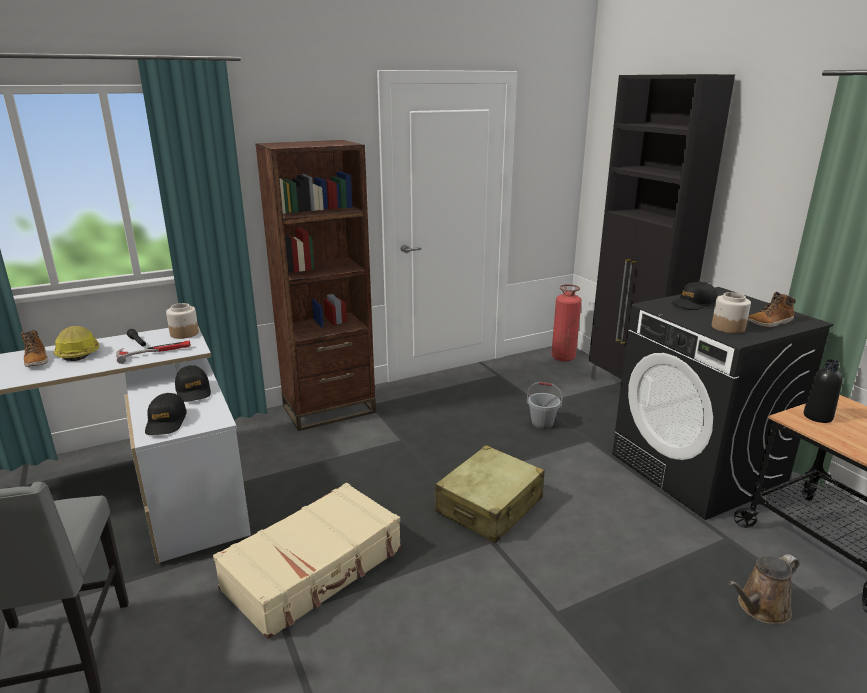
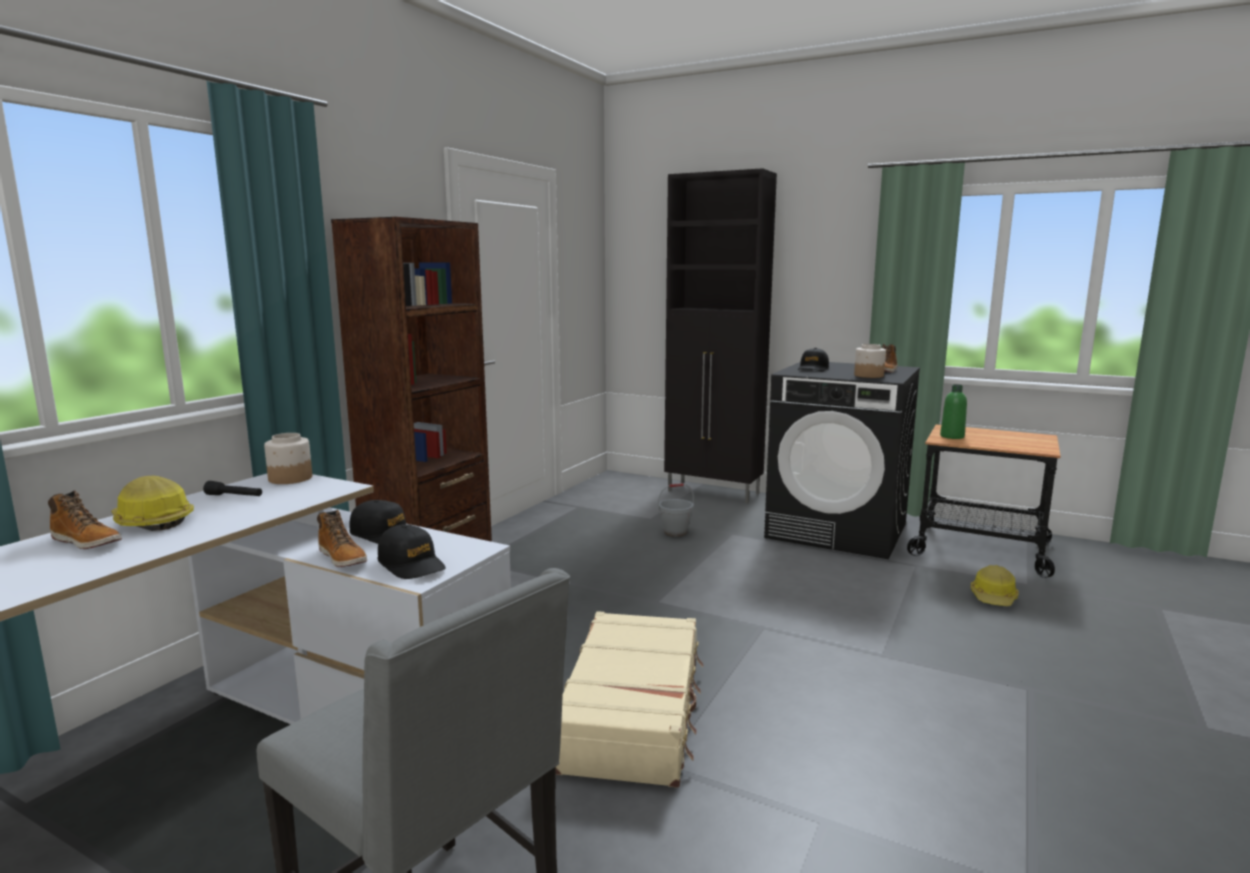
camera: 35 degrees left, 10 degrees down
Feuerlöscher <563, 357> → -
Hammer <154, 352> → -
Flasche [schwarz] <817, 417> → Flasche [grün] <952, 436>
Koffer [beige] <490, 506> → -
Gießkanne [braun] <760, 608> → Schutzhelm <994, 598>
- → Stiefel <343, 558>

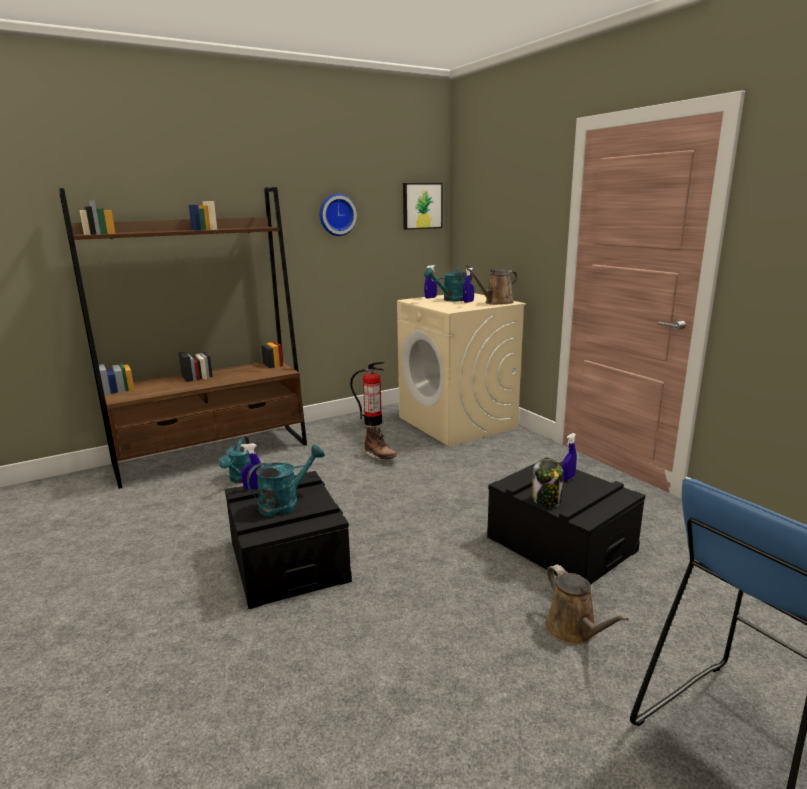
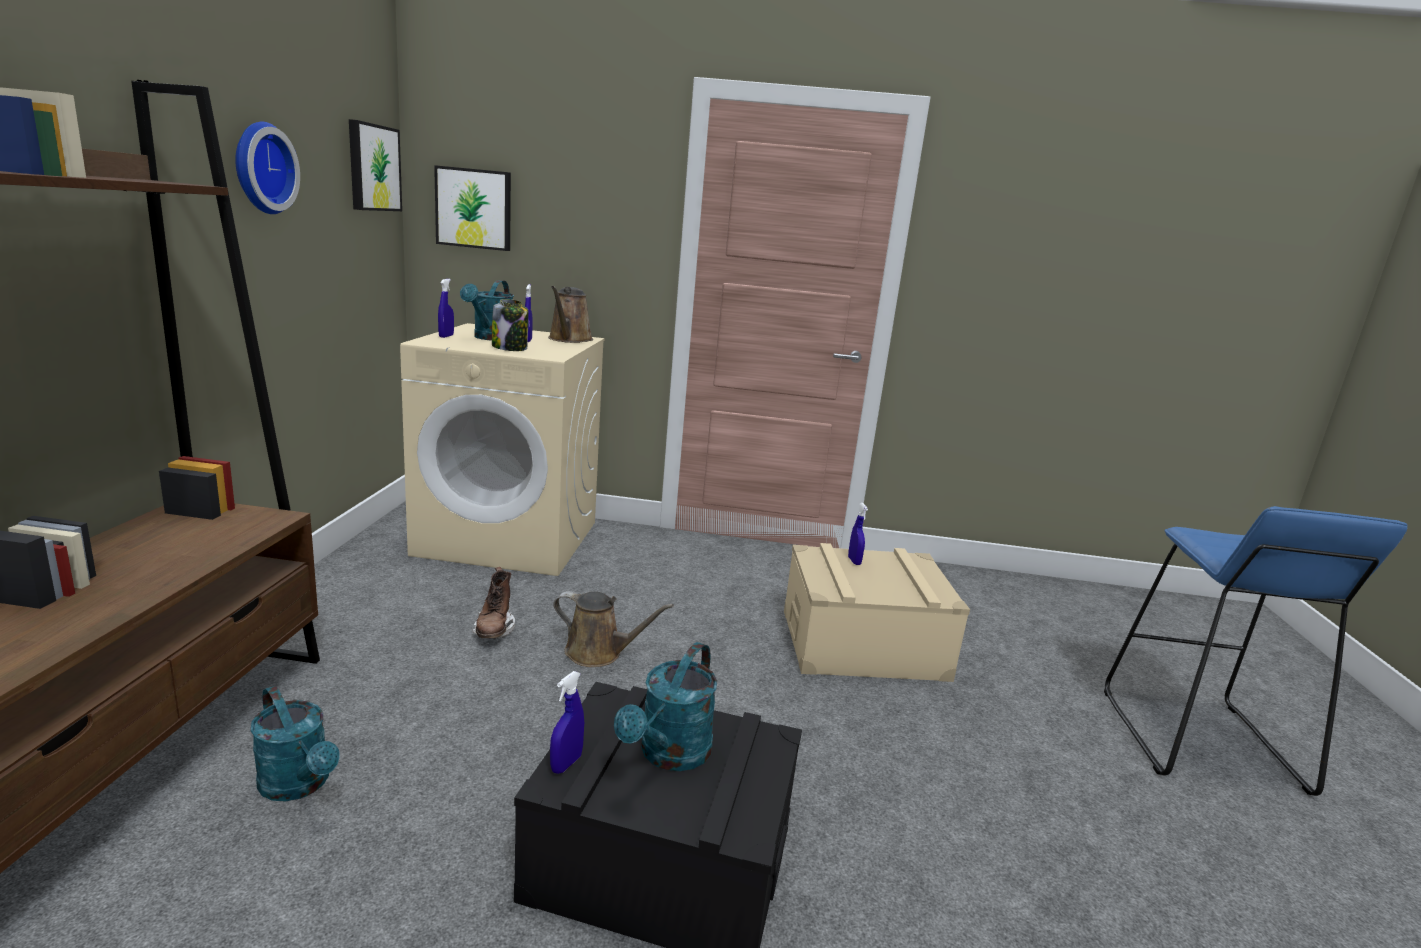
camera: 55 degrees left, 0 degrees up
Feuerlöscher <373, 422> → -
Stiefel [braun] <380, 457> → Stiefel [braun] <494, 630>, 90 degrees clockwise
Gießkanne [türkis] <285, 503> → Gießkanne [türkis] <669, 755>, 150 degrees counterclockwise
Aufbewahrungsbox [schwarz] <560, 544> → Aufbewahrungsbox [beige] <863, 644>
Vorratsglas <547, 500> → Vorratsglas <510, 348>, shifted
Gießkanne [braun] <574, 630> → Gießkanne [braun] <599, 653>, shifted
- → Bild <474, 208>

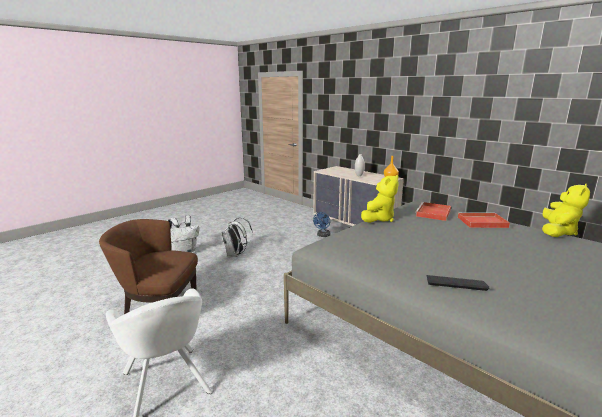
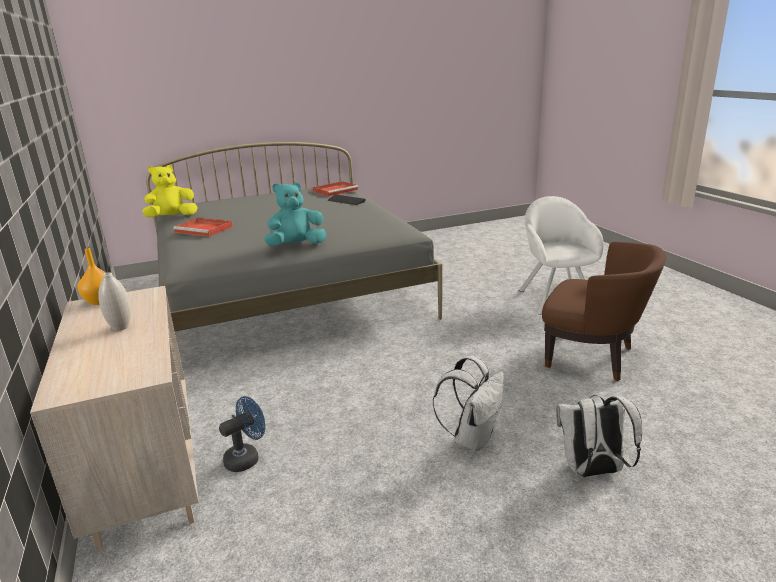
camera: 155 degrees left, 5 degrees up
Plüschtier [gelb] <379, 219> → Plüschtier [türkis] <296, 245>
Tablett [rot] <433, 213> → Tablett [rot] <336, 190>, shifted

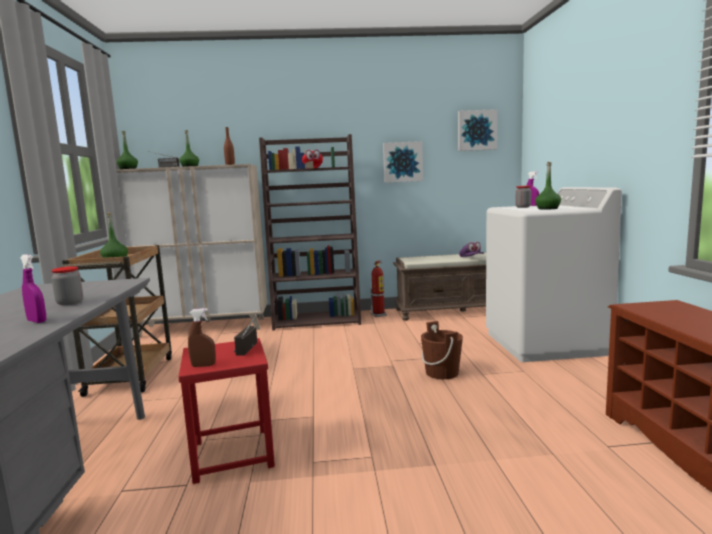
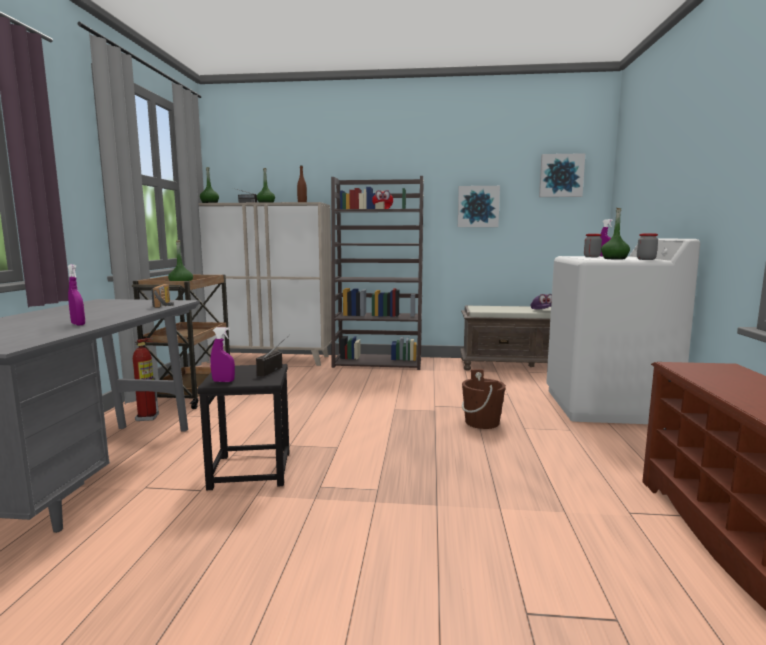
camera: 10 degrees right, 0 degrees up
Feuerlöscher <379, 315> → Feuerlöscher <148, 417>, shifted
Vorratsglas <70, 303> → Vorratsglas <646, 259>, shifted
Sprühflasche [braun] <203, 365> → Sprühflasche [lila] <223, 381>
Hocker [rot] <233, 454> → Hocker [schwarz] <251, 470>
- → Radio <166, 304>

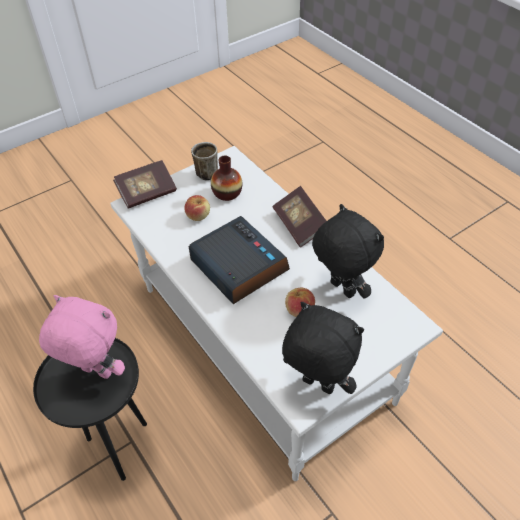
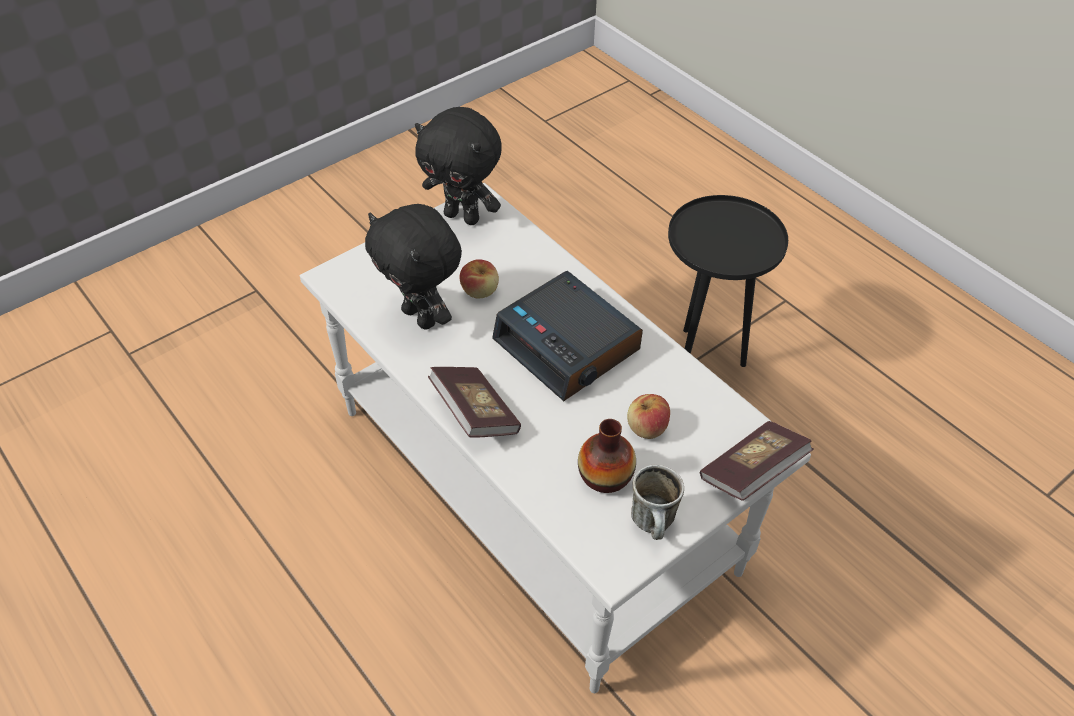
camera: 175 degrees right, 0 degrees up
Plüschtier [rosa] <95, 373> → -

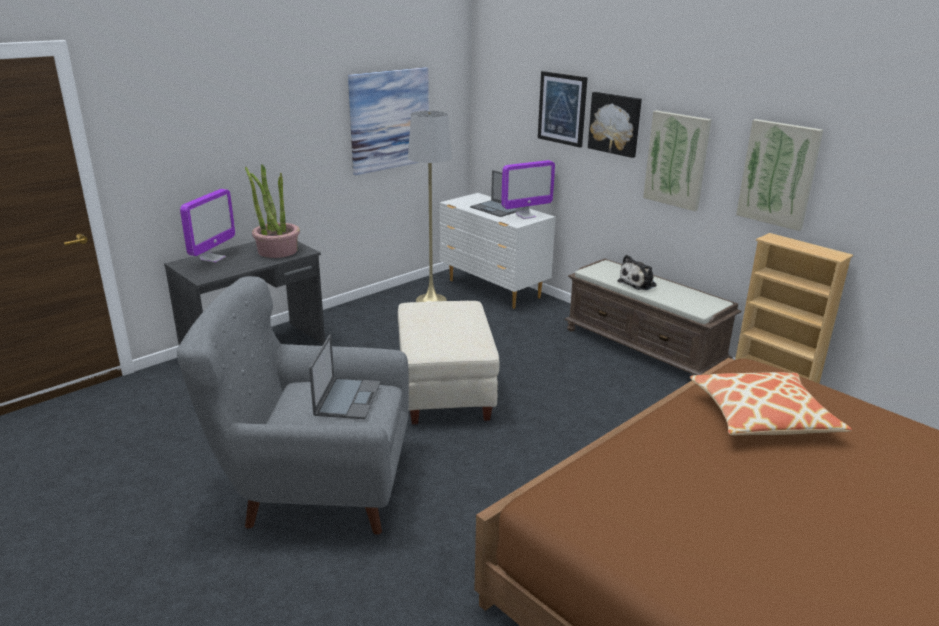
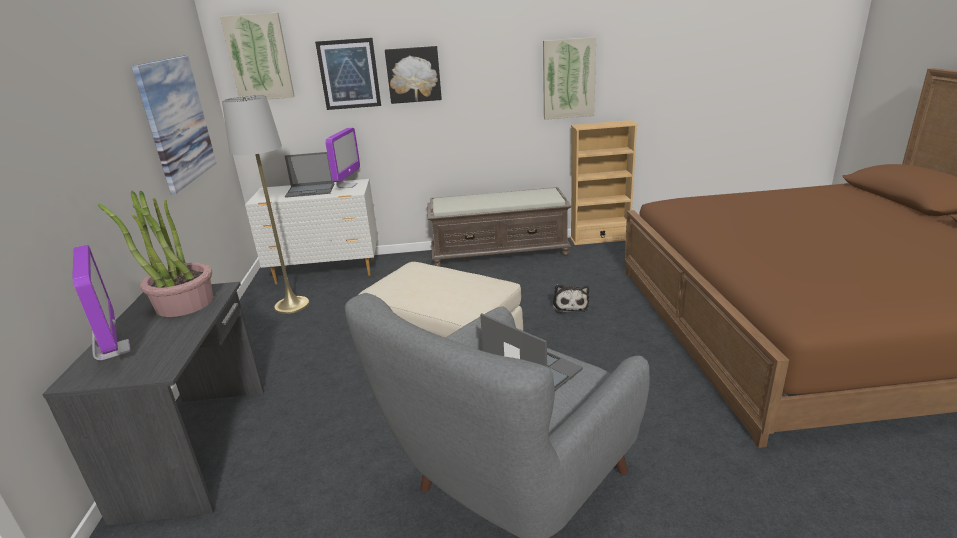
camera: 50 degrees left, 0 degrees up
Bild <677, 160> → Bild <259, 57>, shifted
Plüschtier <639, 283> → Plüschtier <570, 305>, shifted
Kissen <762, 416> → -

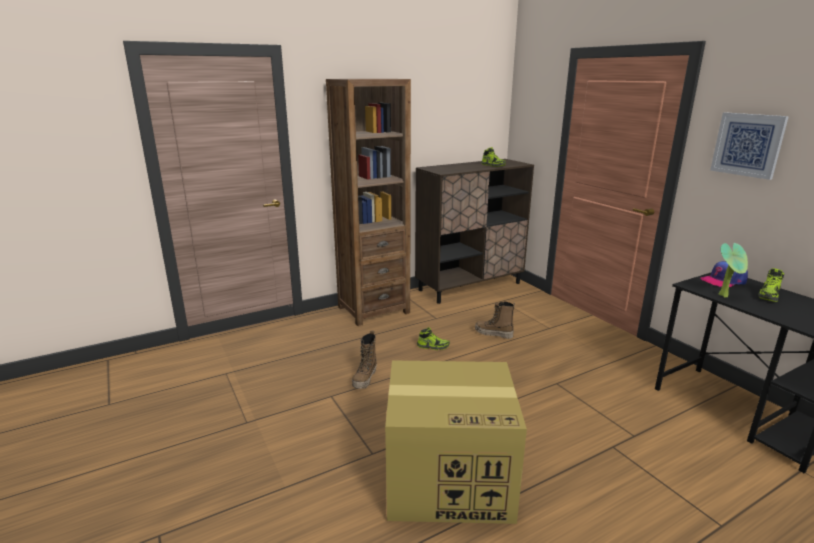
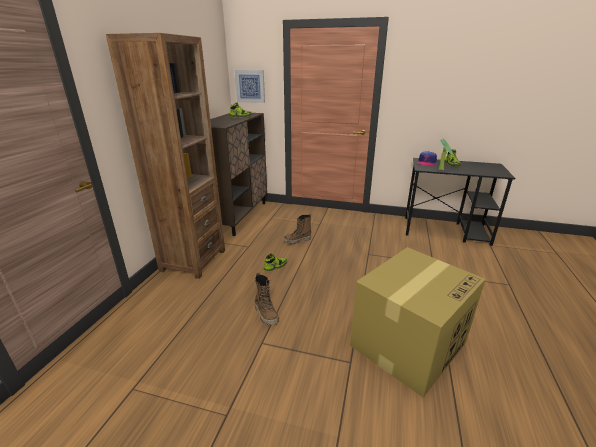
camera: 45 degrees left, 5 degrees up
Bild <748, 145> → Bild <250, 86>, shifted

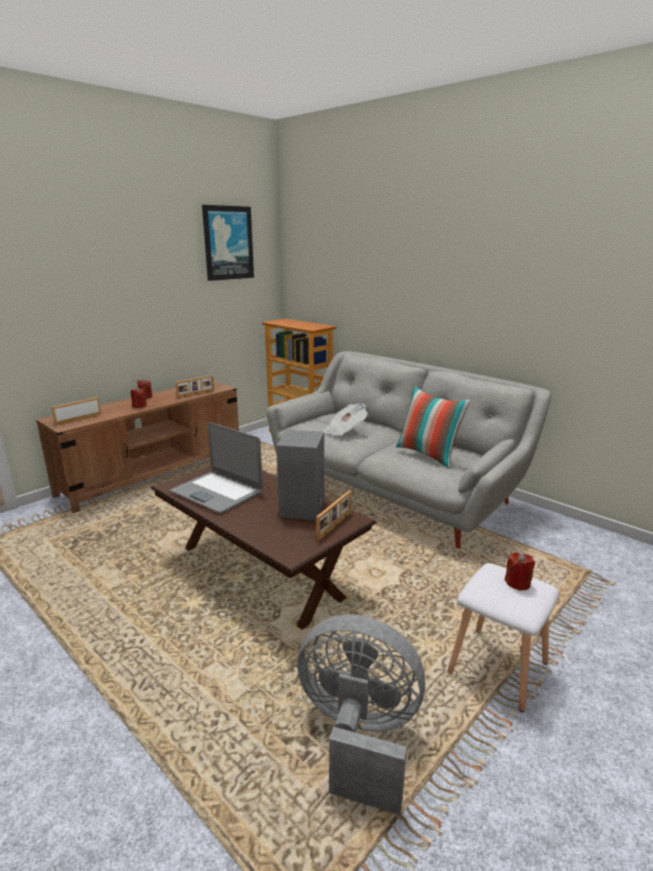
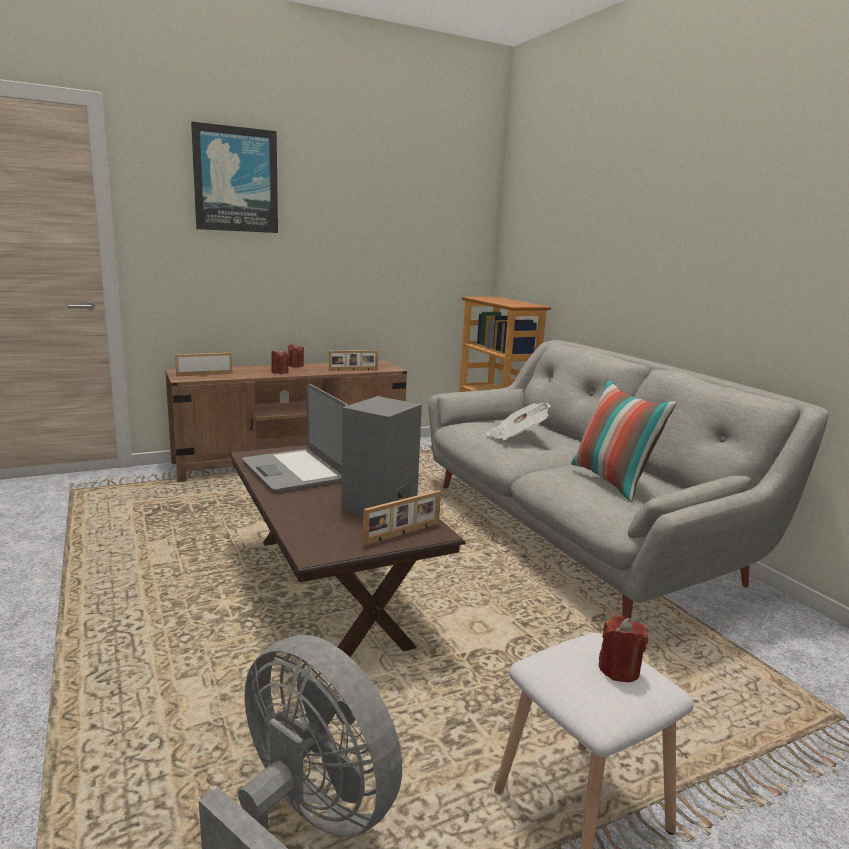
camera: 20 degrees right, 5 degrees down
Bild <228, 243> → Bild <236, 180>, shifted

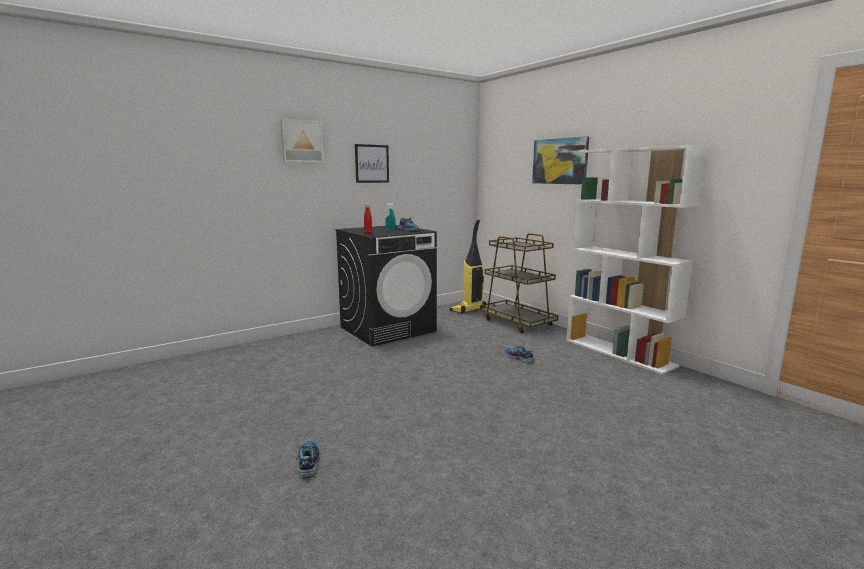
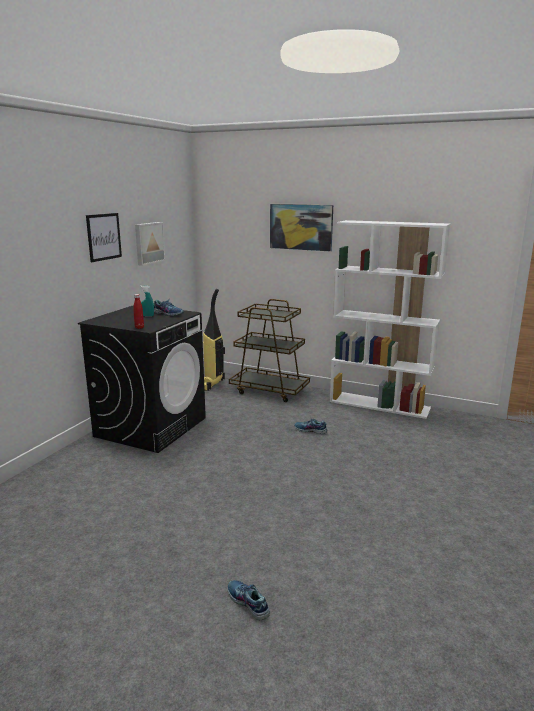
camera: 30 degrees left, 5 degrees up
Bild <301, 141> → Bild <148, 243>, shifted

